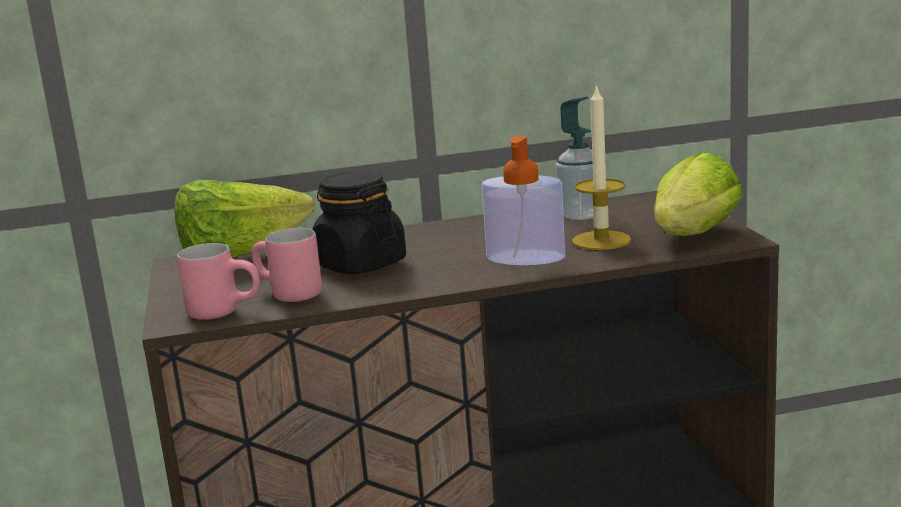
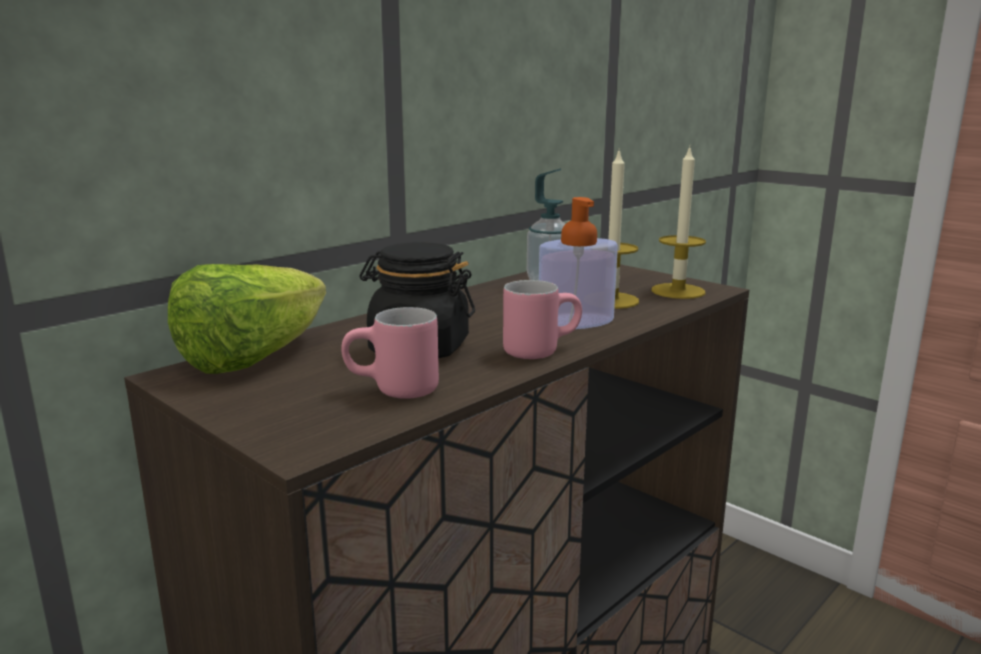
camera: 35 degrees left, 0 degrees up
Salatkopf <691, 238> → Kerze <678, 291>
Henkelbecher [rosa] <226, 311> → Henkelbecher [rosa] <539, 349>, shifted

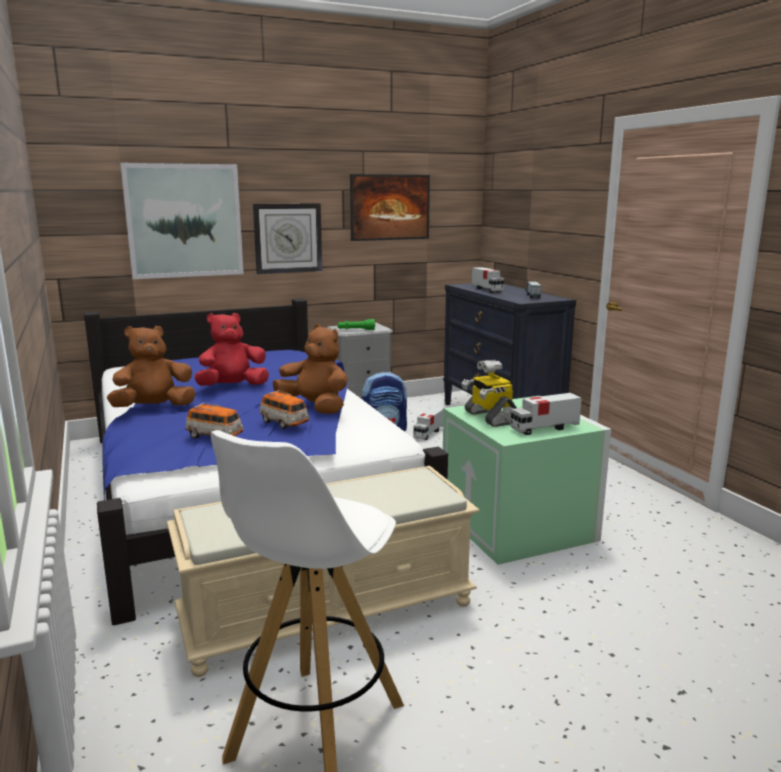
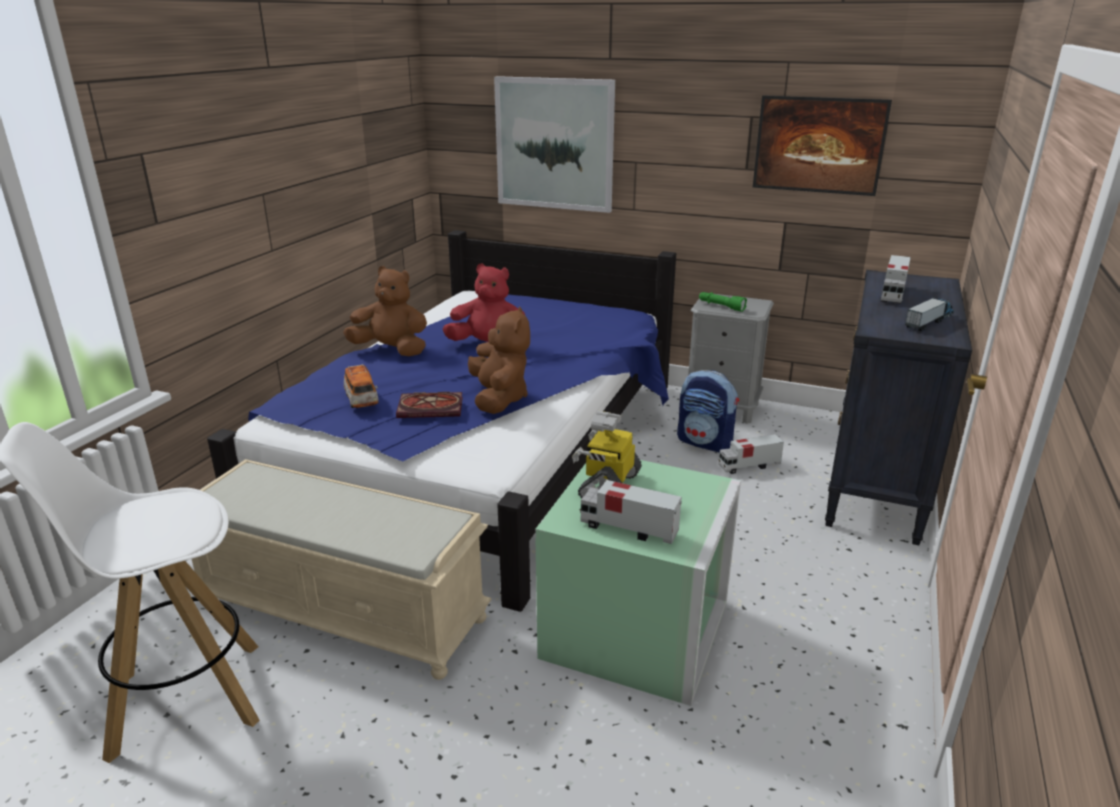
camera: 45 degrees right, 10 degrees up
Wanduhr <288, 238> → -
Spielzeugauto <284, 423> → Buch <432, 407>

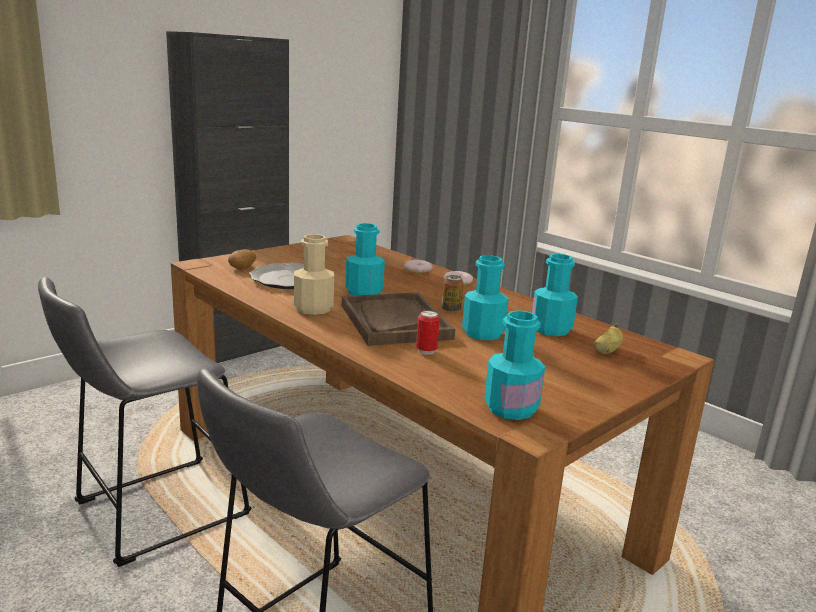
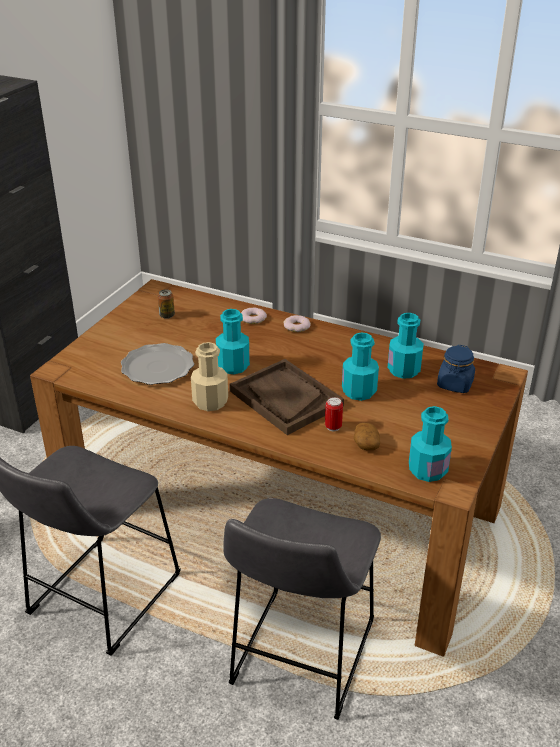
camera: 20 degrees left, 15 degrees up
Kartoffel <242, 267> → Kartoffel <366, 444>, shifted
Dose <451, 310> → Dose <167, 315>, shifted
Banane <606, 351> → Vorratsglas [blau] <455, 384>

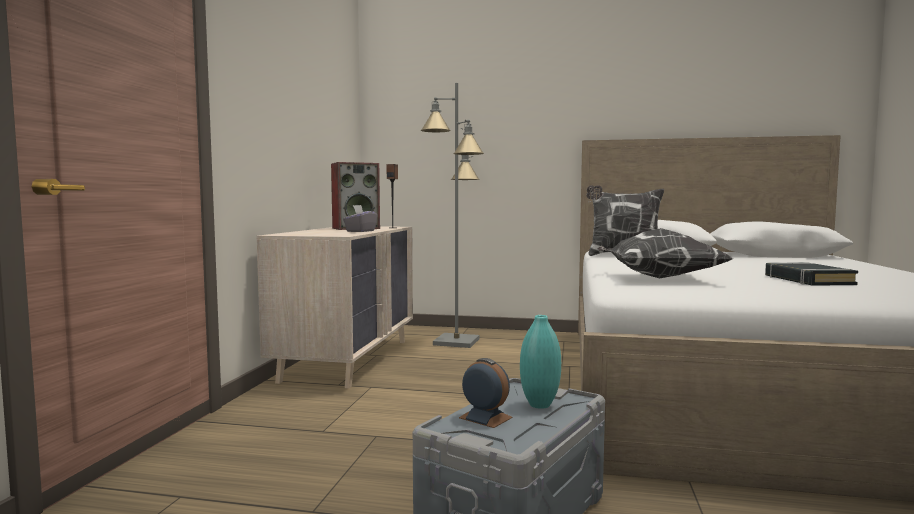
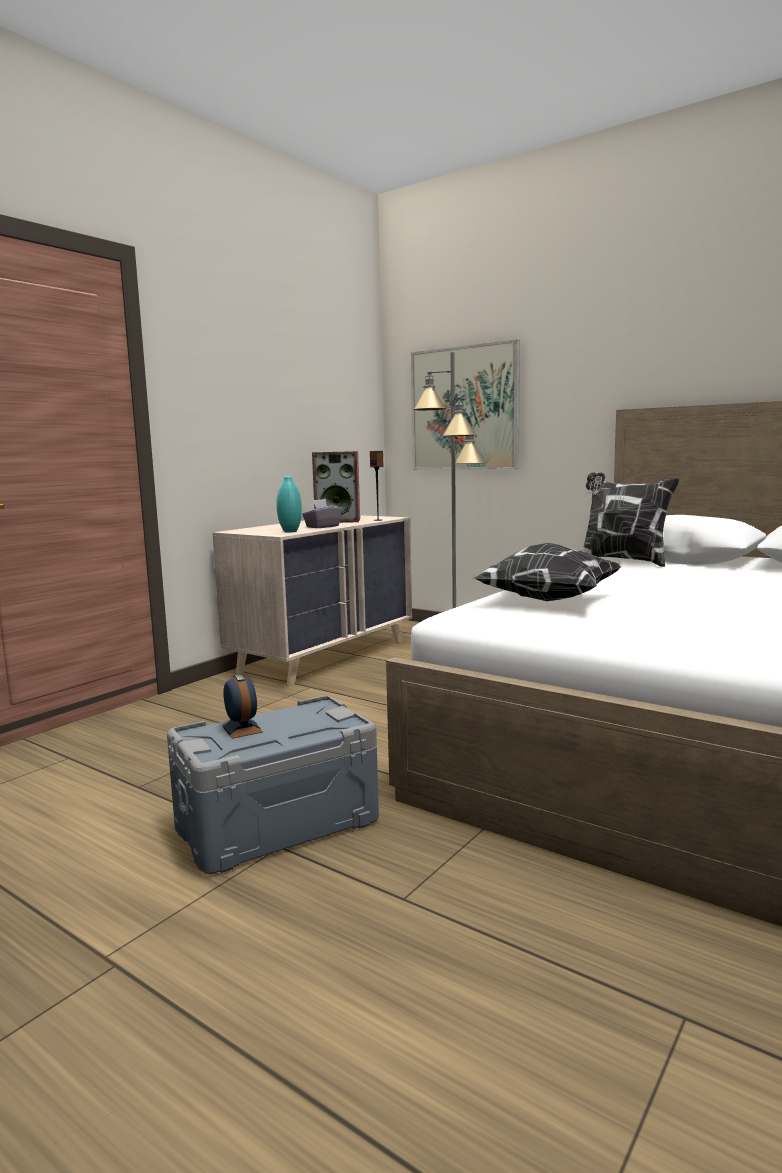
camera: 25 degrees right, 5 degrees up
Buch [schwarz] <807, 280> → -
Vase [türkis] <539, 405> → Vase [türkis] <290, 531>, shifted
- → Bild <464, 409>

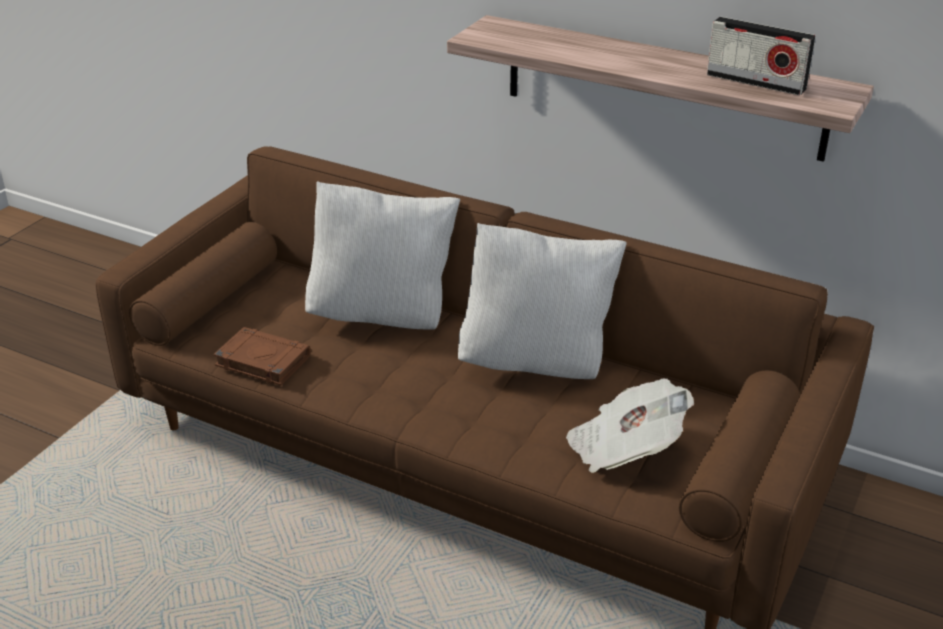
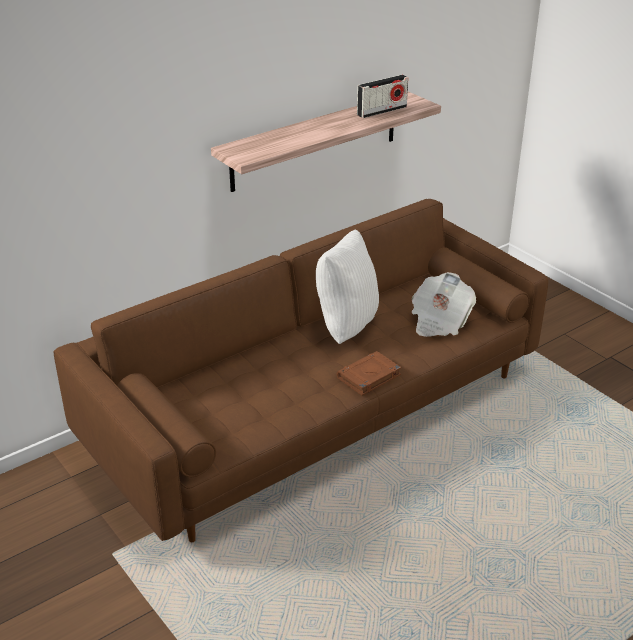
camera: 65 degrees left, 0 degrees up
Kissen [weiß] <383, 316> → -
Buch [braun] <262, 361> → Buch [braun] <368, 377>, shifted

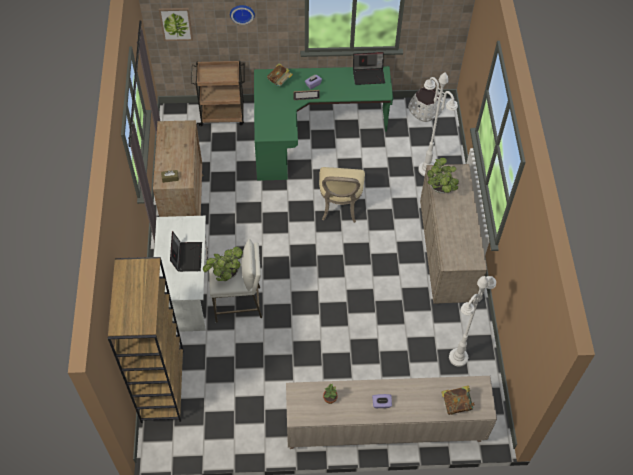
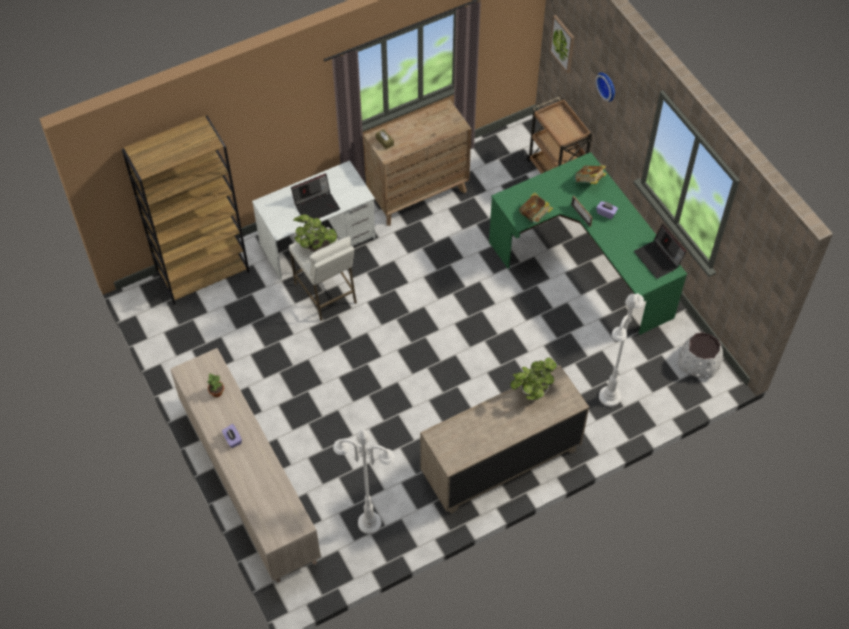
camera: 65 degrees right, 0 degrees up
Stuhl [beige] <340, 206> → -
Buch <456, 404> → Buch <535, 216>, shifted

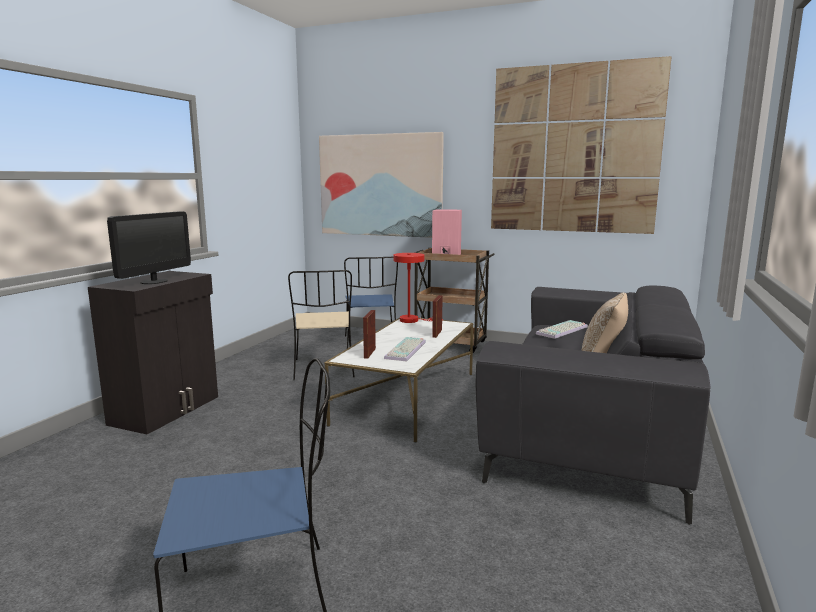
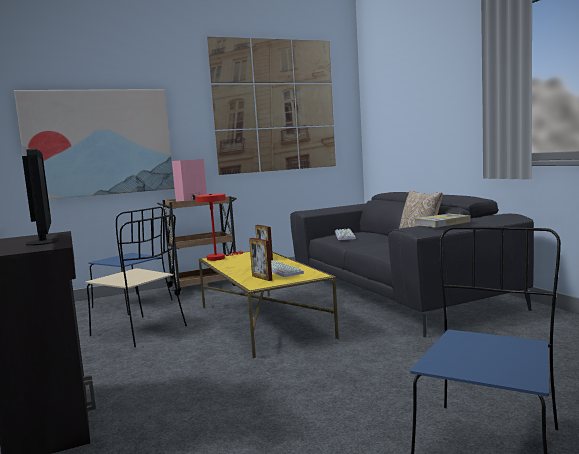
camera: 45 degrees left, 5 degrees down
Couchtisch [weiß] <407, 397> → Couchtisch [gelb] <263, 321>
- → Buch <442, 223>

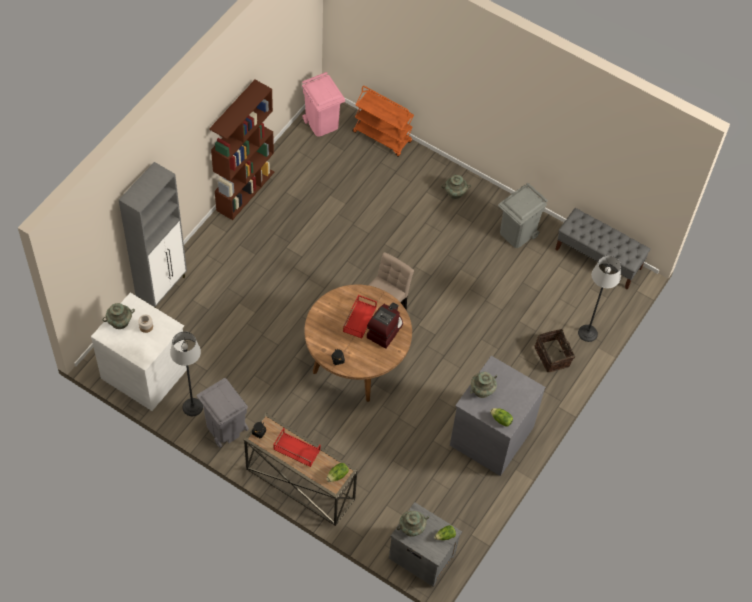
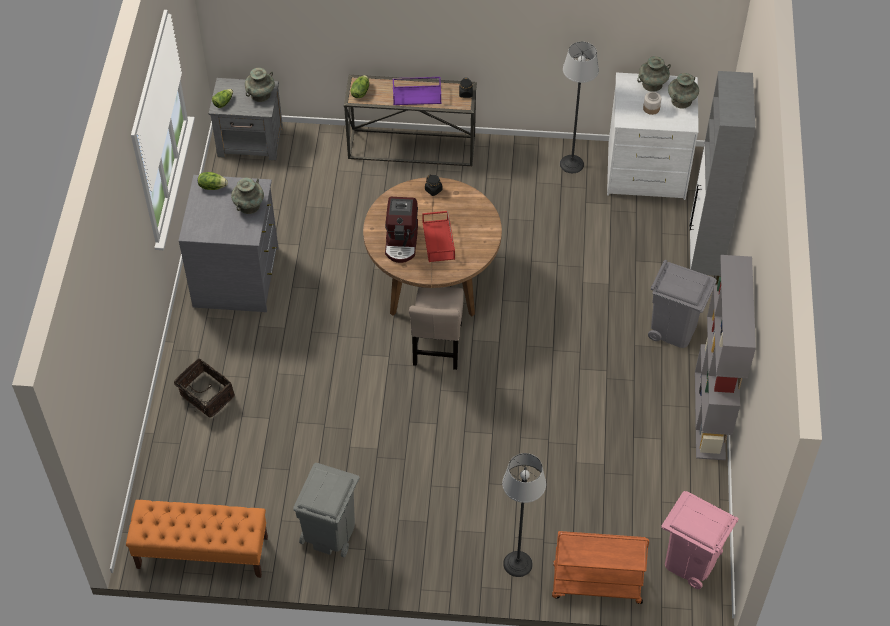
camera: 155 degrees right, 5 degrees down
Bücherregal [braun] <245, 190> → Bücherregal [grau] <710, 415>
Vase [türkis] <455, 193> → Vase [türkis] <652, 84>, shifted
Bank [grau] <598, 259> → Bank [orange] <202, 552>
Stehlampe <587, 333> → Stehlampe <517, 563>, shifted
Mülleimer [grau] <225, 428> → Mülleimer [grau] <674, 329>, shifted
Tablett [rot] <296, 450> → Tablett [lila] <417, 95>

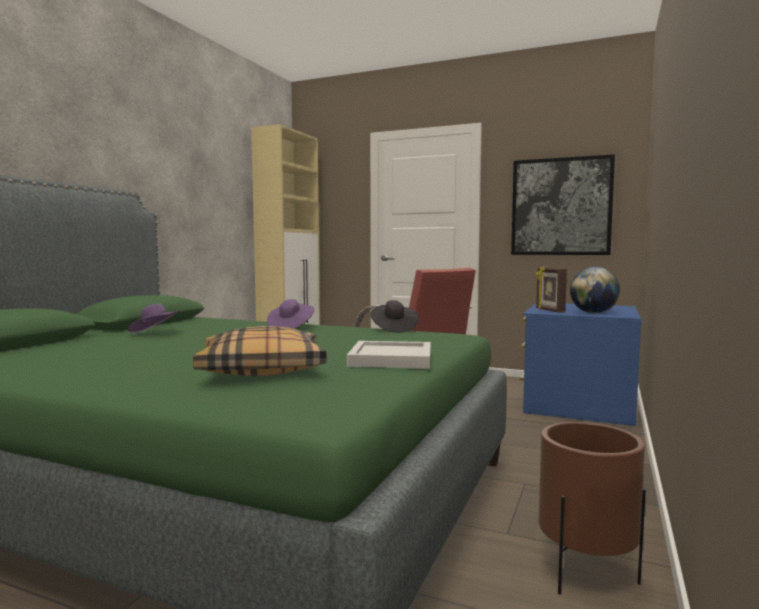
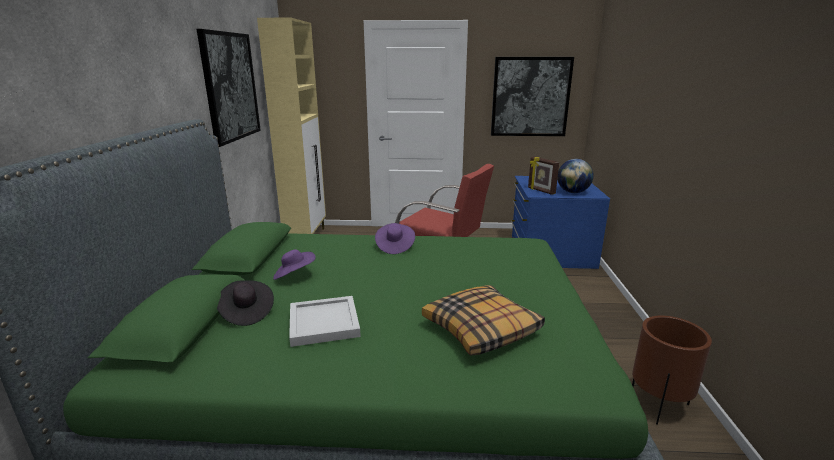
camera: 20 degrees left, 15 degrees up
Hut [schwarz] <393, 329> → Hut [schwarz] <246, 313>, shifted
Tablett [weiß] <392, 358> → Tablett [weiß] <325, 322>, shifted
- → Bild <230, 87>

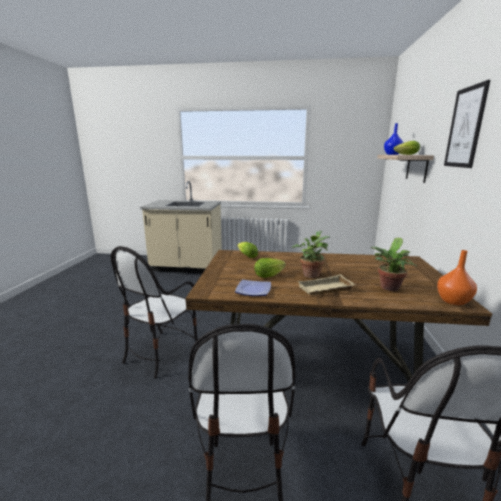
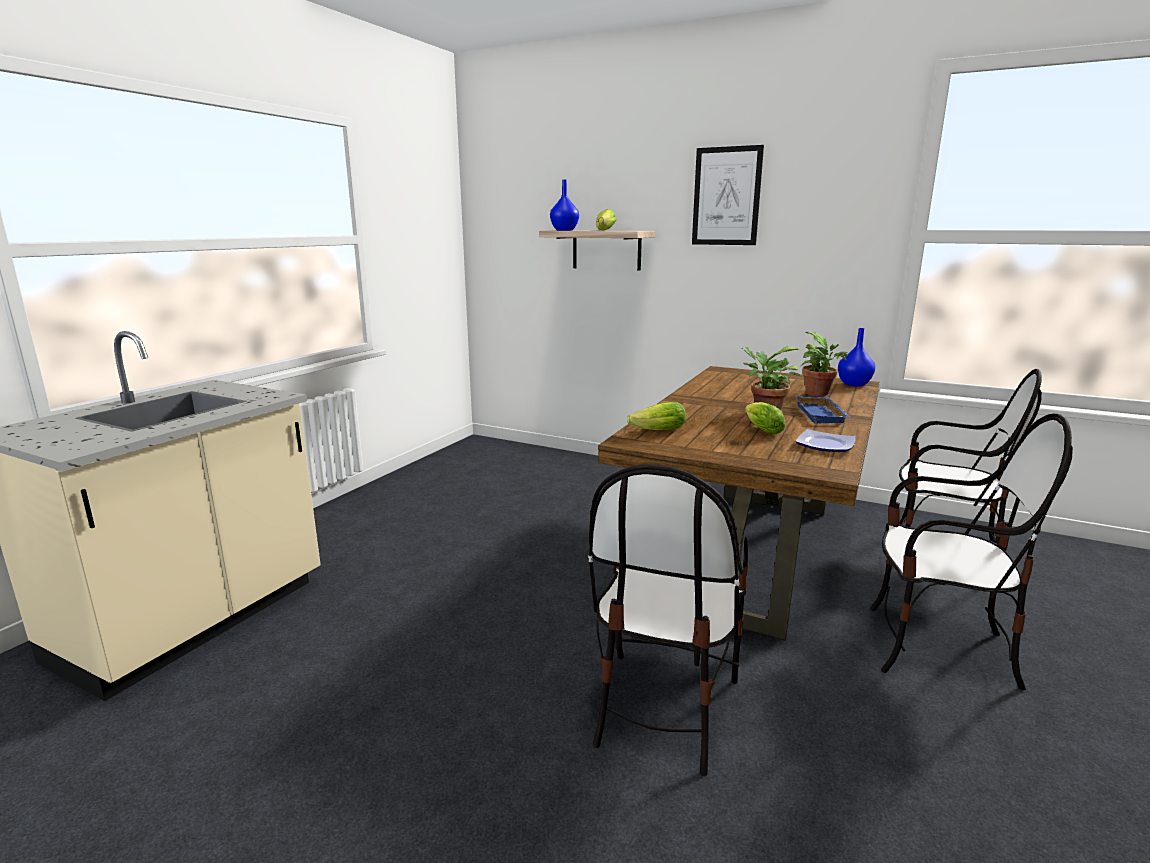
camera: 70 degrees left, 0 degrees up
Stuhl <161, 352> → Stuhl <662, 707>, 60 degrees clockwise
Vase [orange] <452, 301> → Vase [blau] <854, 384>
Tablett [beige] <325, 289> → Tablett [blau] <822, 415>

